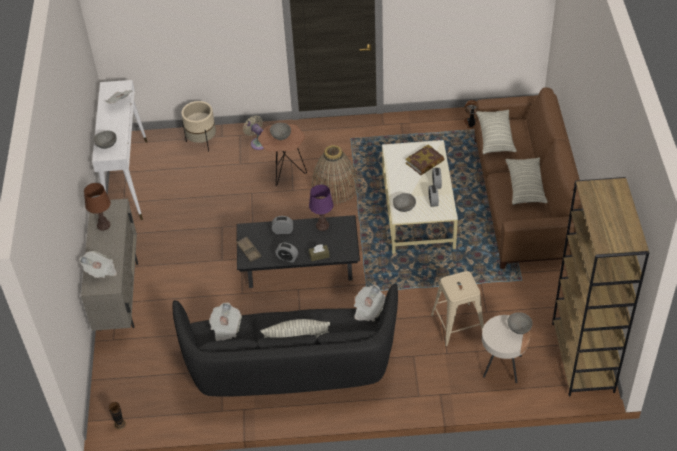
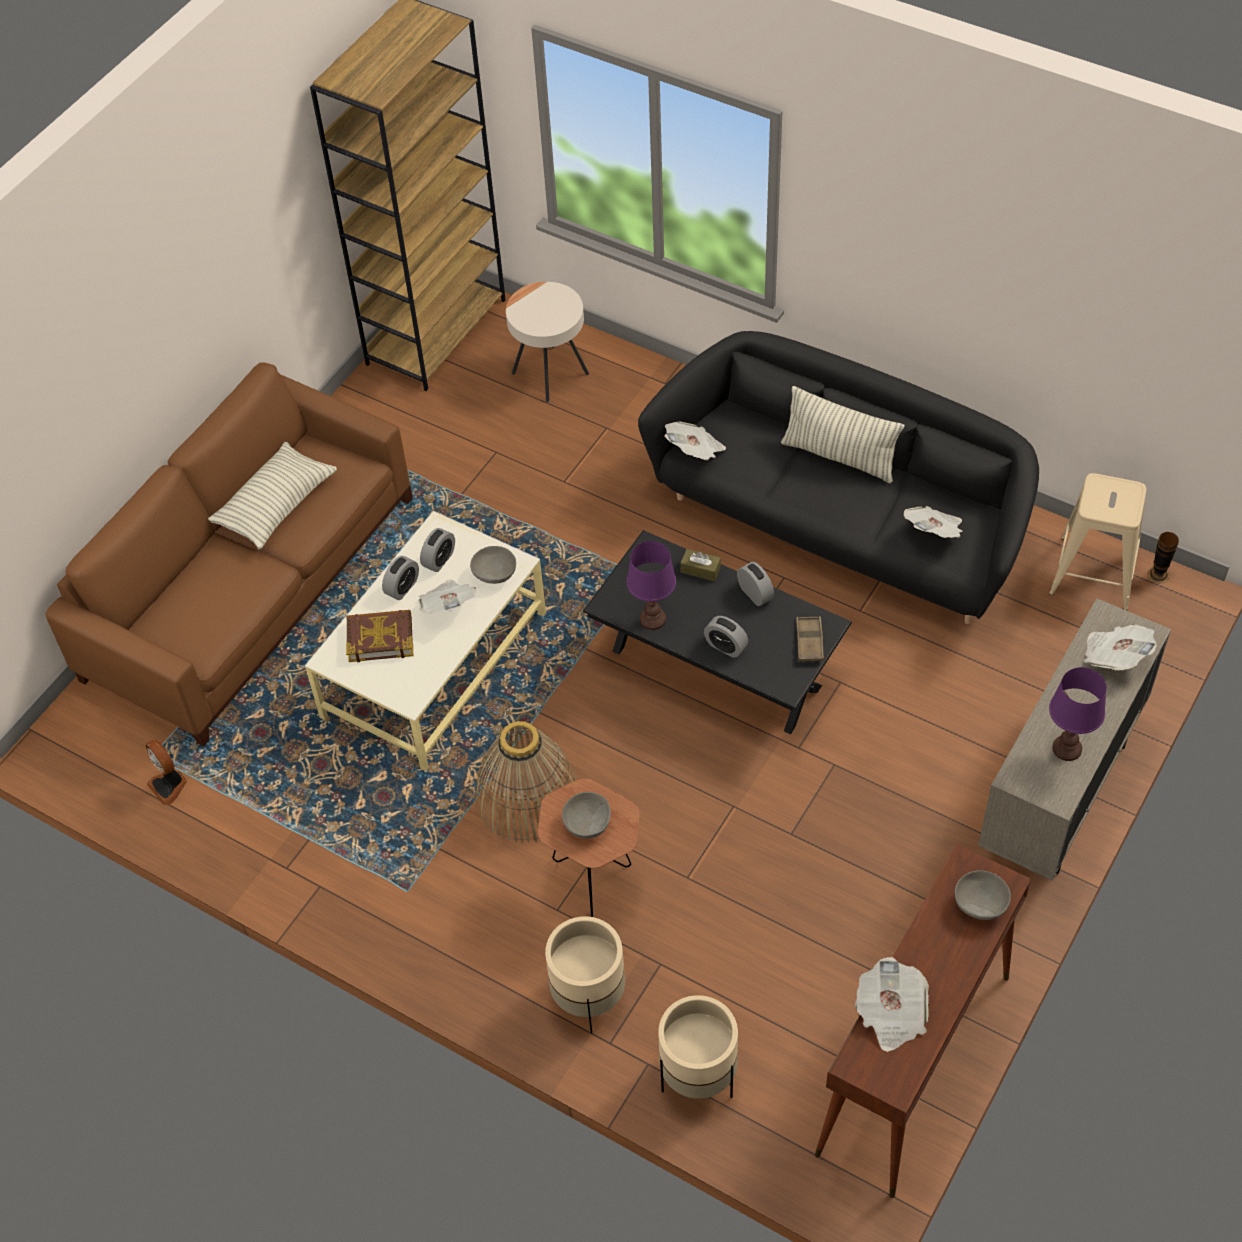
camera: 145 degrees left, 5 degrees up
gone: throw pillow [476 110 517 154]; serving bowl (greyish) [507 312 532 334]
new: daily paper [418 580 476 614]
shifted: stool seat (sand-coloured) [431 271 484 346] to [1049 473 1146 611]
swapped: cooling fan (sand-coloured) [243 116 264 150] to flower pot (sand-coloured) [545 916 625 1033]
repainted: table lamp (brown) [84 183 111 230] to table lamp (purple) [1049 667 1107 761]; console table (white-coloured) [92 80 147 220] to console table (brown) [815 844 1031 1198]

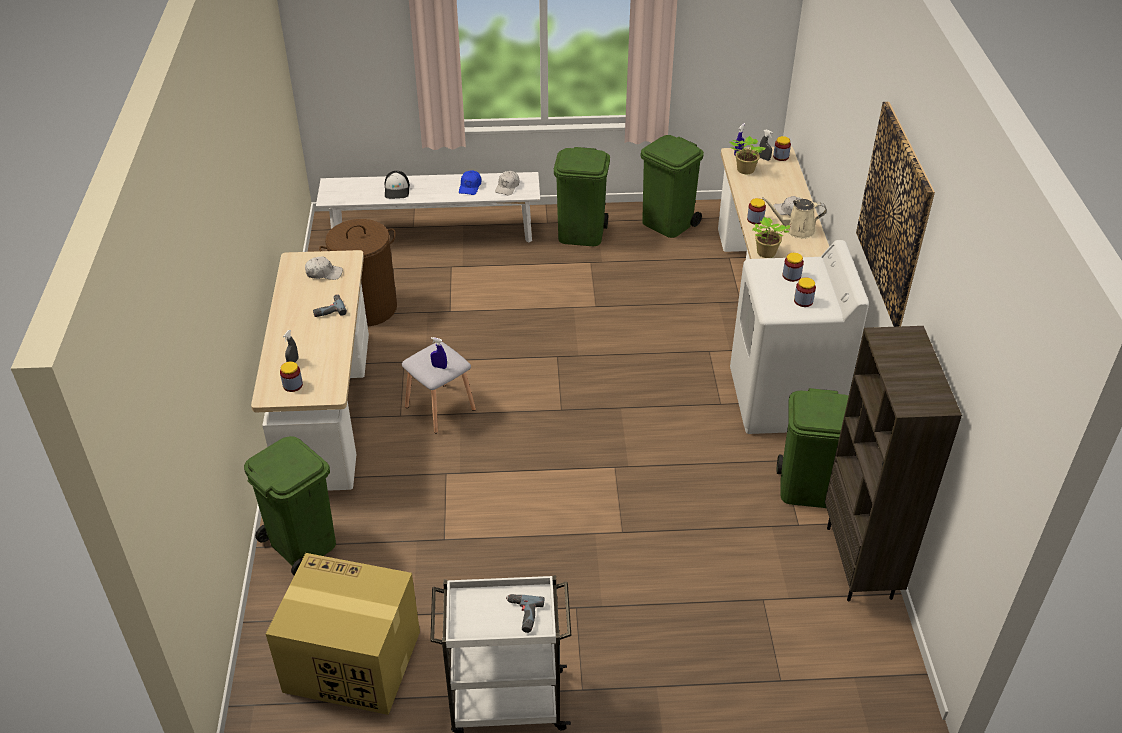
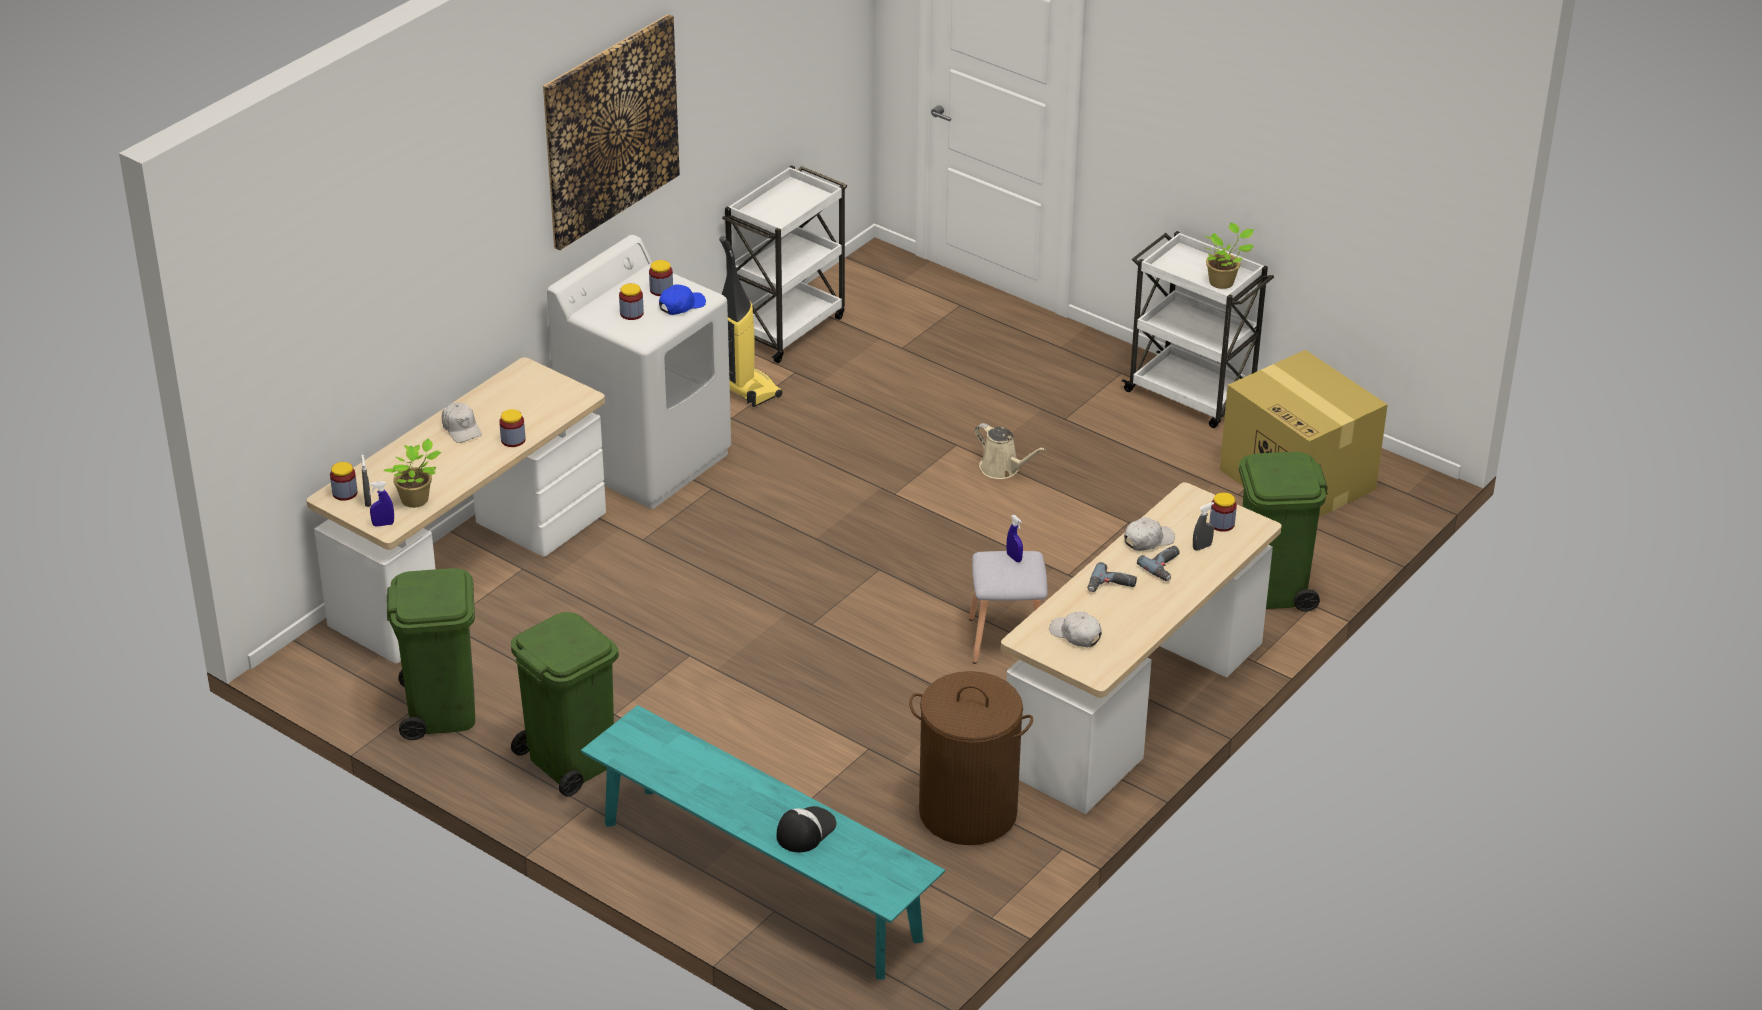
camera: 140 degrees left, 5 degrees down
shifted: baseball cap (bluish) [459 170 481 195] to [659 284 706 315]; baseball cap (white-coloured) [495 171 520 196] to [1124 517 1175 551]; drill [506 594 544 633] to [1137 546 1180 581]; plant in a pot [752 217 790 258] to [1205 223 1254 289]; watering pot (sand-coloured) [762 197 827 239] to [975 423 1046 479]
swapped: rubbish bin (green) [777 388 849 508] to hoover [719 236 782 407]; shelving unit (brown) [825 326 962 601] to wheeled cart (white-coloured) [722 165 847 363]
repainted: bench (white-coloured) [316 172 540 243] to bench (blue-green) [581 705 945 979]

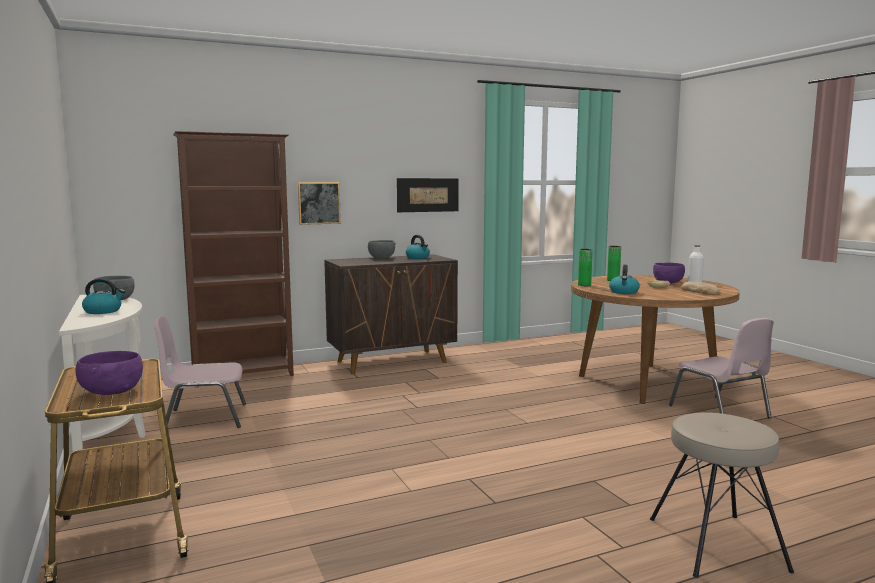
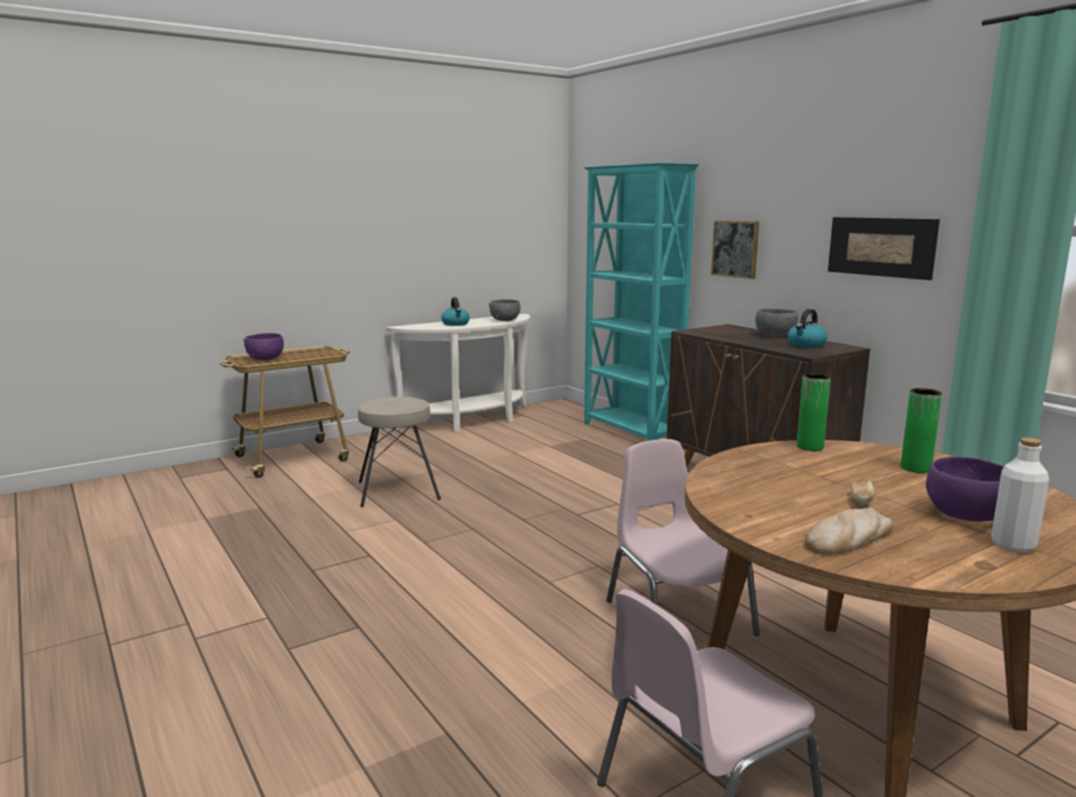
camera: 80 degrees right, 5 degrees up
gone: tea kettle [609 265 640 294]
shifted: plain chair (pink-coloured) [153 315 246 428] to [606 439 760 636]; stool seat (sand-coloured) [650 412 794 578] to [358 397 441 507]
repainted: shelving unit (brown) [173 131 294 388] to shelving unit (blue-green) [583 162 699 441]

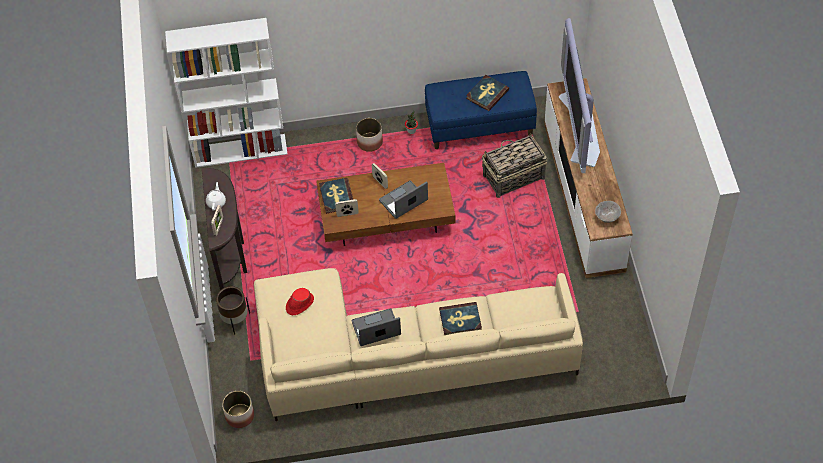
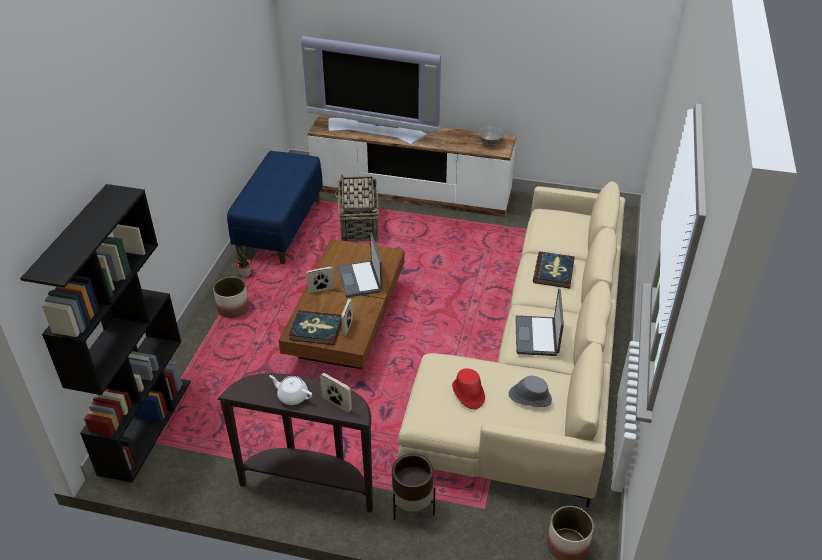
camera: 70 degrees left, 15 degrees down
gone: volume [466 75 509 111]
new: wearable hat (greyish) [509 376 552 407]
repainted: shelving unit (white-coloured) [165 18 287 168] to shelving unit (black-coloured) [20 184 191 483]

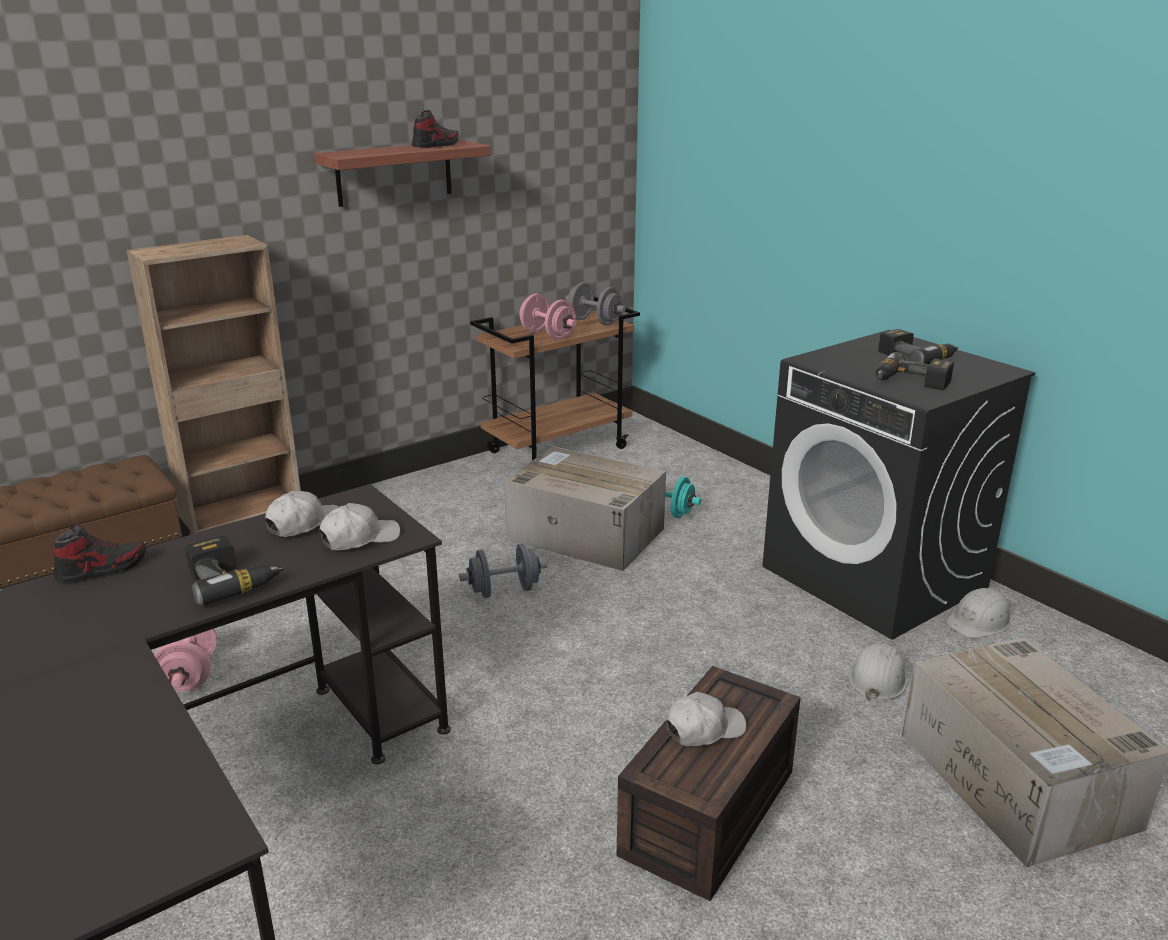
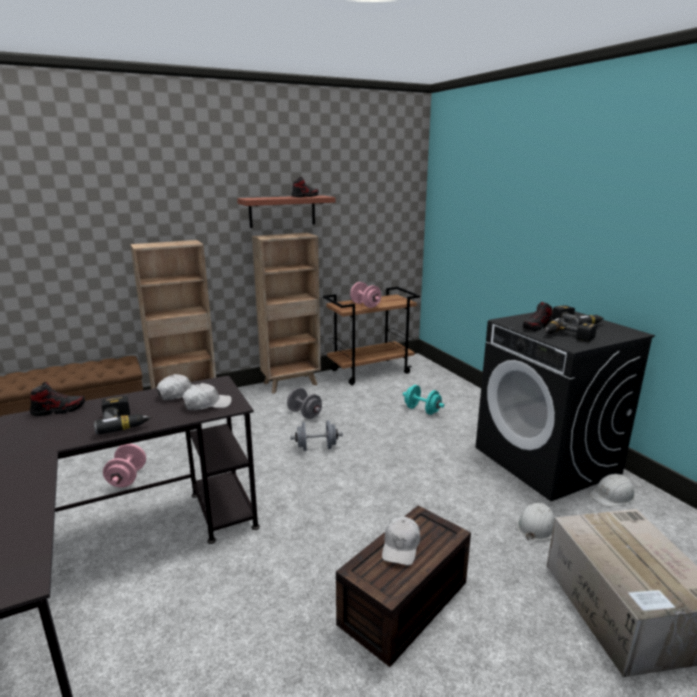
camera: 10 degrees right, 5 degrees down
gone: packing box [504 446 666 571]
new: shelving unit (brown) [252 233 321 394]; low shoe [523 302 552 331]
shifted: dumbbell (greyish) [565 282 626 326] to [287 388 322 419]
rotated: baseball cap (white-coloured) [666 692 746 746] = [382 517 420 566] 120 degrees clockwise

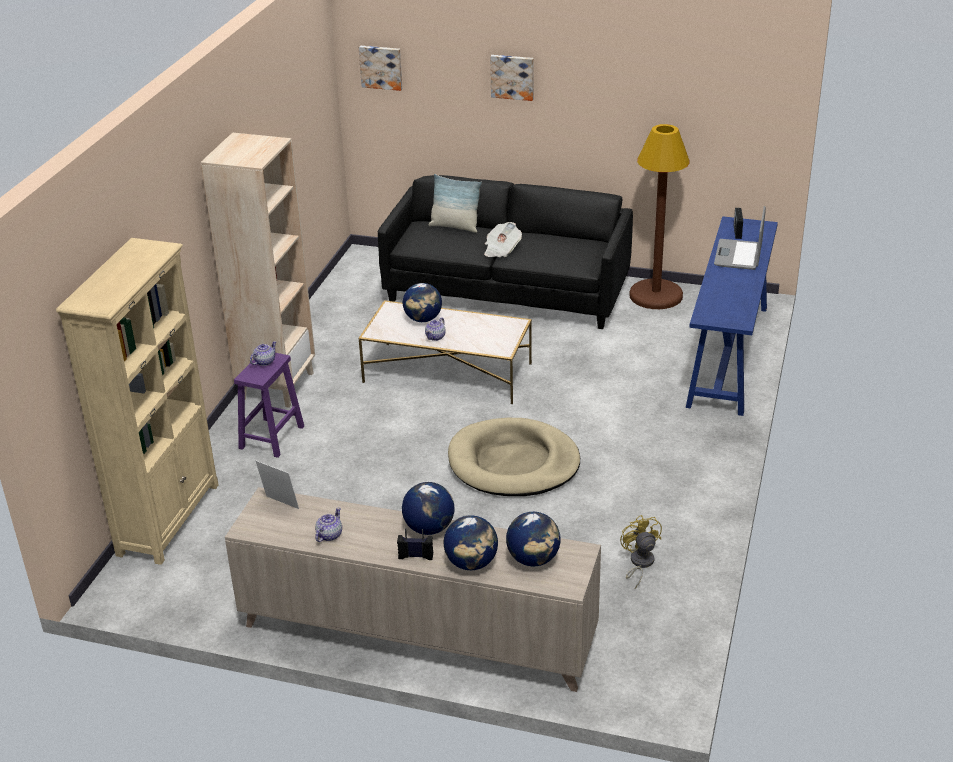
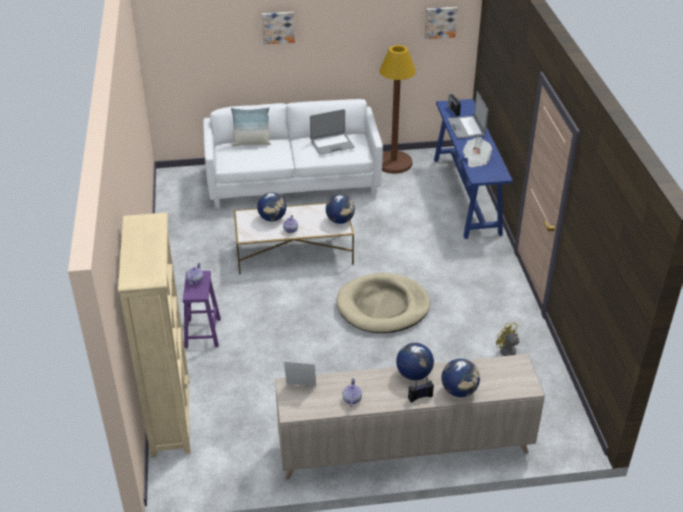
camera: 25 degrees left, 5 degrees up
gone: shelving unit (sand-coloured) [201 132 315 408]
new: portable computer [310 109 355 155]
shifted: wall art [359 46 402 91] to [425 7 458 39]; daily paper [484 222 522 257] to [463 137 492 167]; desk globe [506 512 561 566] to [326 195 355 224]
repainted: settee (black-coloured) [378 175 633 329] to settee (white-coloured) [203 99 383 208]

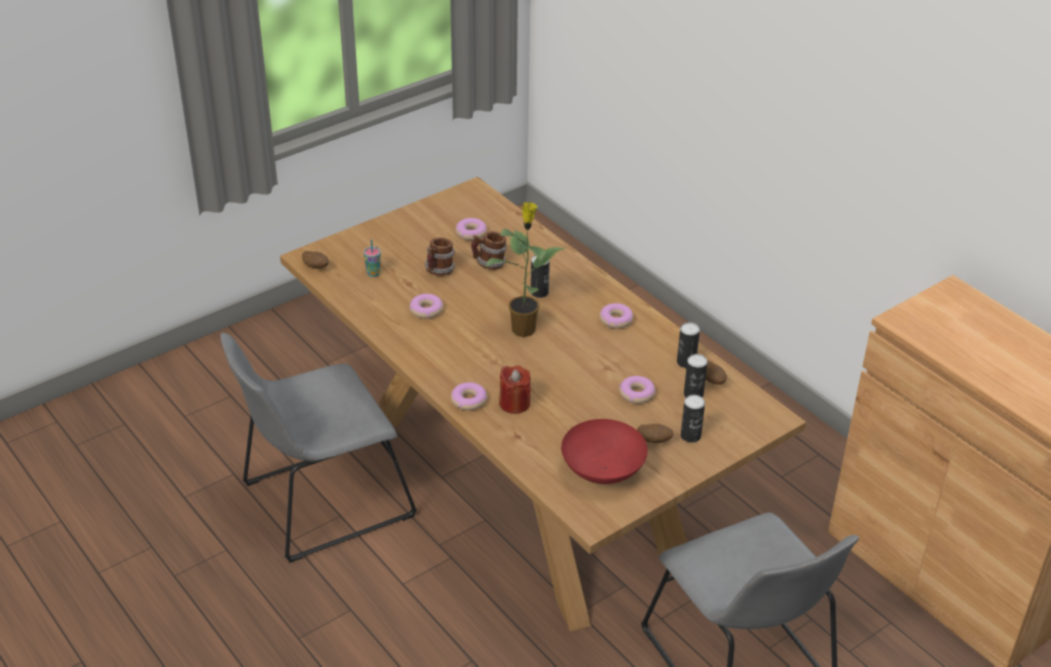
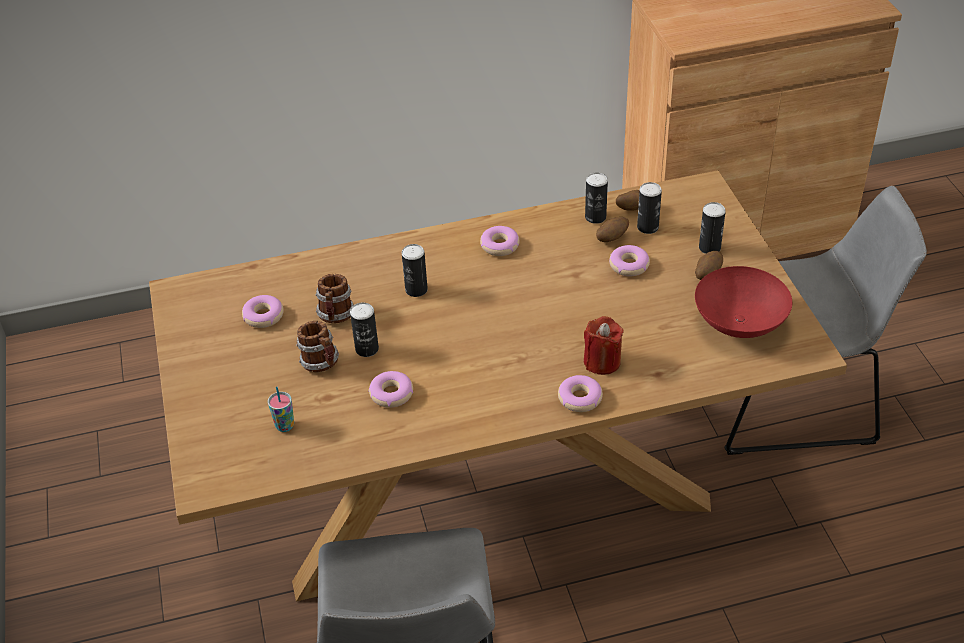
camera: 65 degrees left, 5 degrees up
gone: plant in a pot [485 202 565 337]
new: can [350 302 379 357]
shifted: whole potato [302 251 329 269] to [596 217 629 242]

